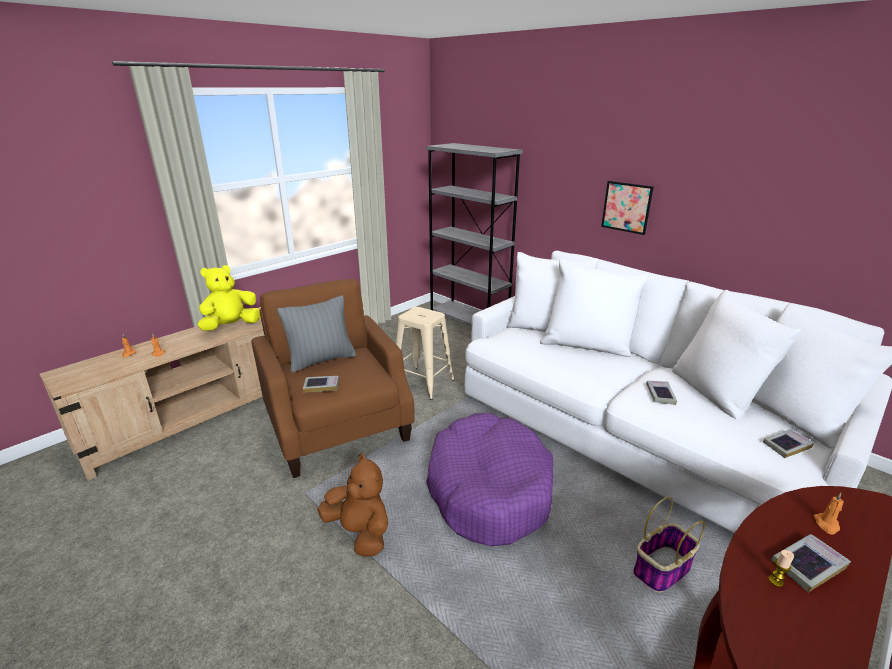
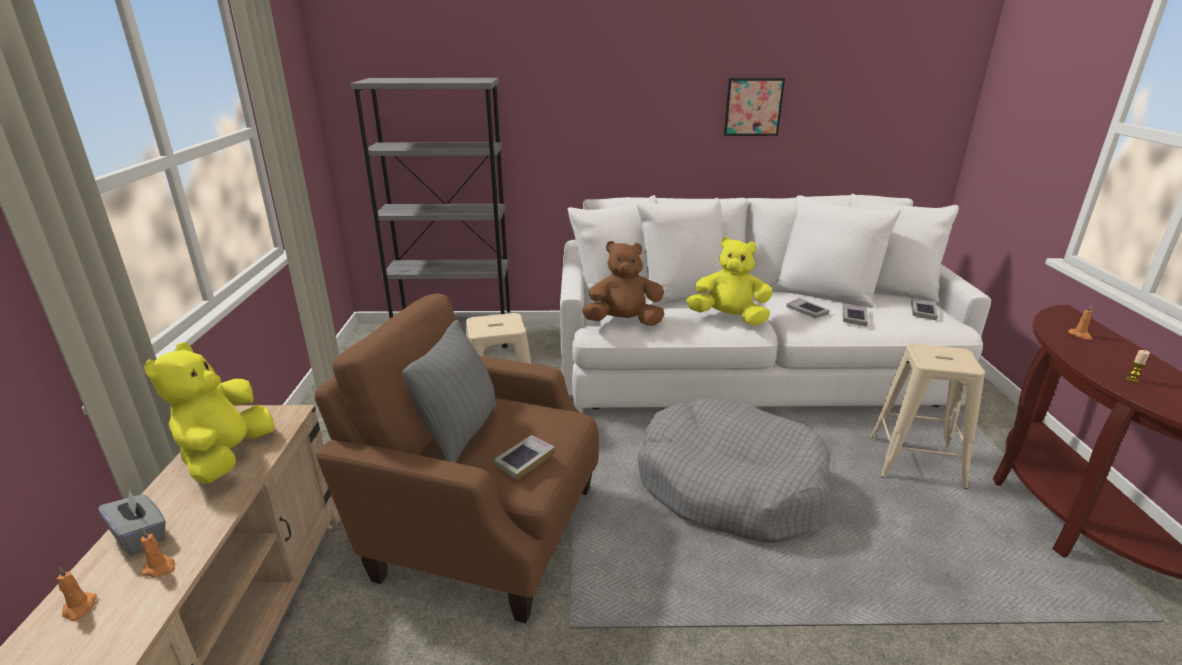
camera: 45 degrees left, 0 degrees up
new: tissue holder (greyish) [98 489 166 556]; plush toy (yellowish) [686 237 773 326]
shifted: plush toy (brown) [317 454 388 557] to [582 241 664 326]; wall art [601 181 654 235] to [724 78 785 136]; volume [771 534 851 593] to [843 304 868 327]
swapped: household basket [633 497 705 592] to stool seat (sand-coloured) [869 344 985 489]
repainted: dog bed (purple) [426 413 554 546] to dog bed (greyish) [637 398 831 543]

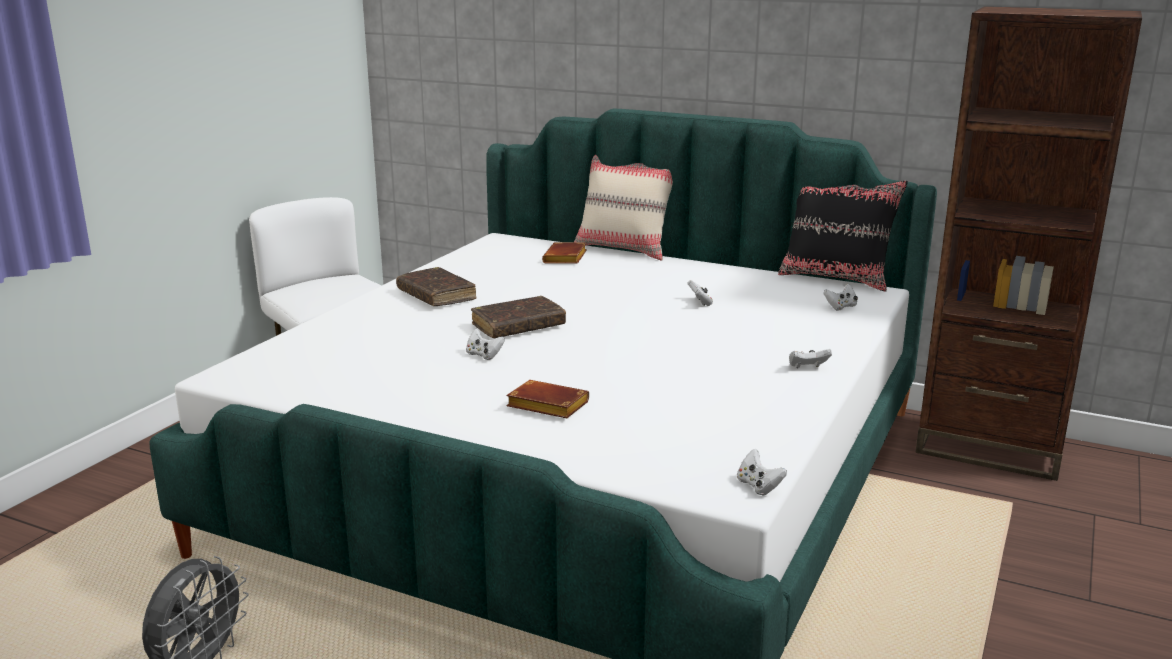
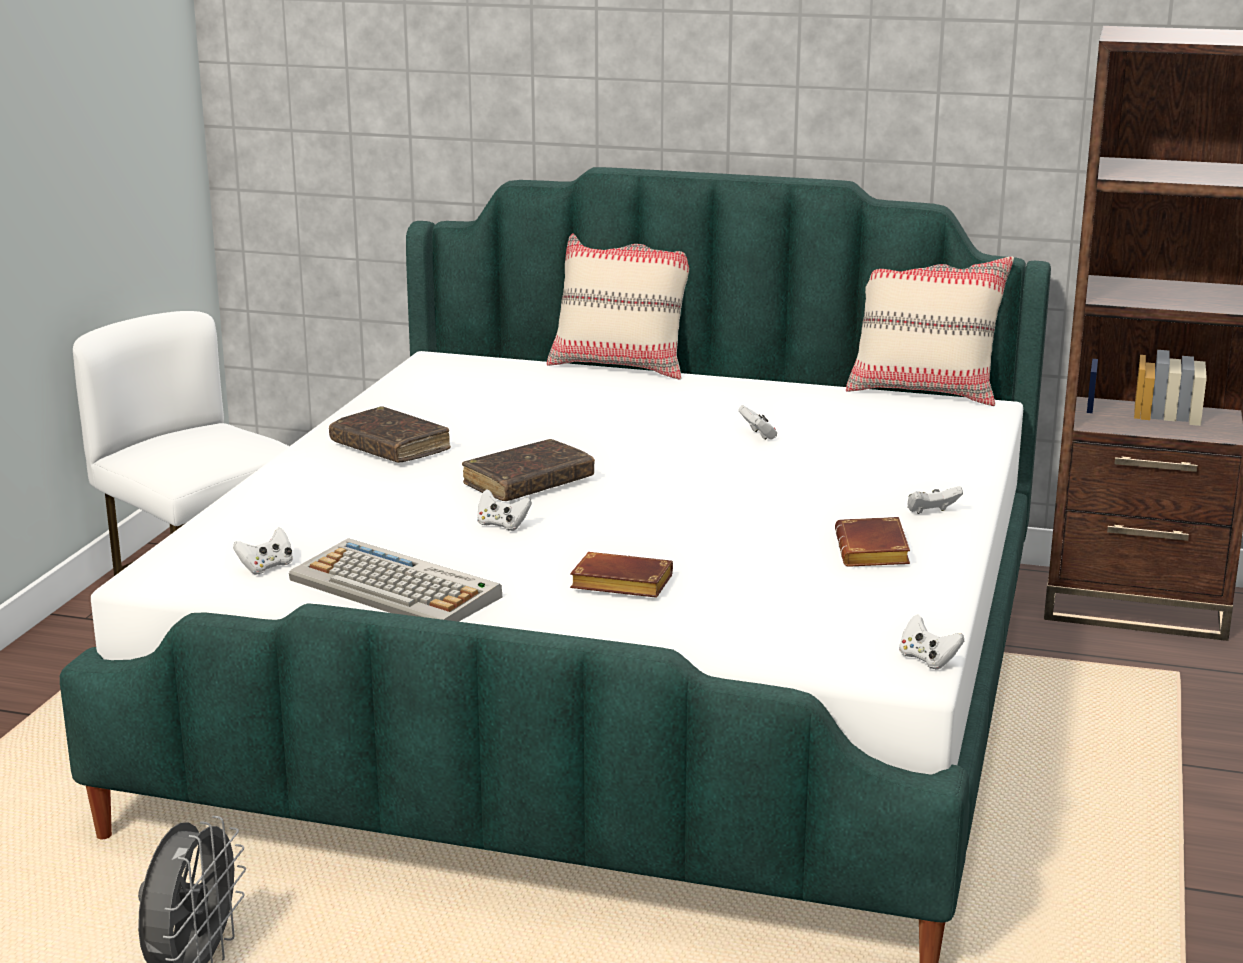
camera: 10 degrees left, 0 degrees up
new: keyboard [289 538 502 622]
shifted: volume (brown) [542 242 587 264] to [835 517 910 567]; game controller (white-coloured) [824 284 858 311] to [233 528 293 574]
repainted: throw pillow (black-coloured) [778 181 908 291] to throw pillow (sand-coloured) [846 257 1014 406]

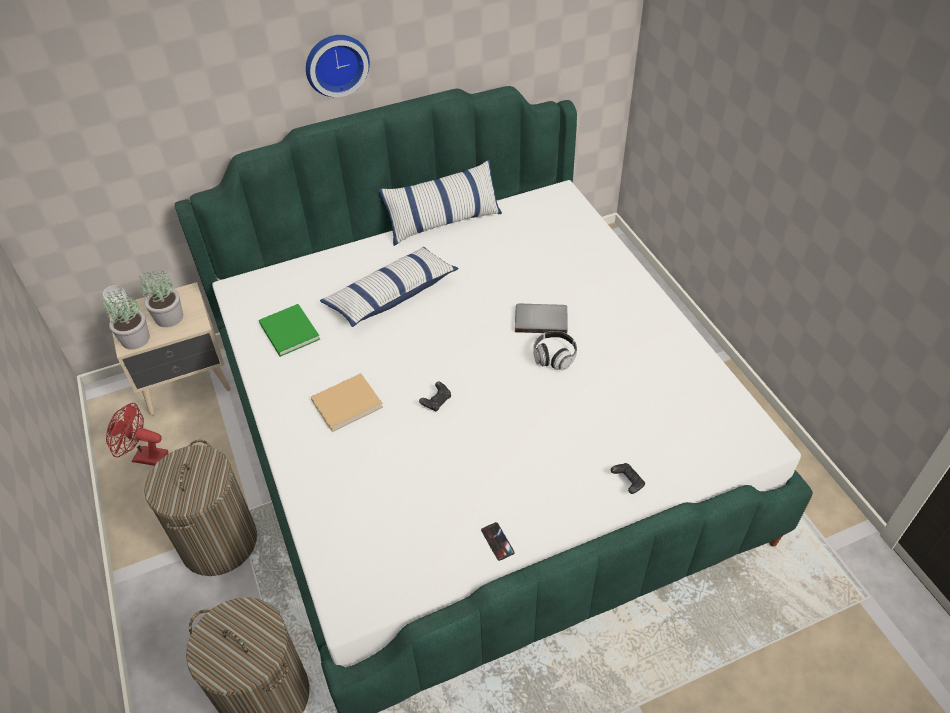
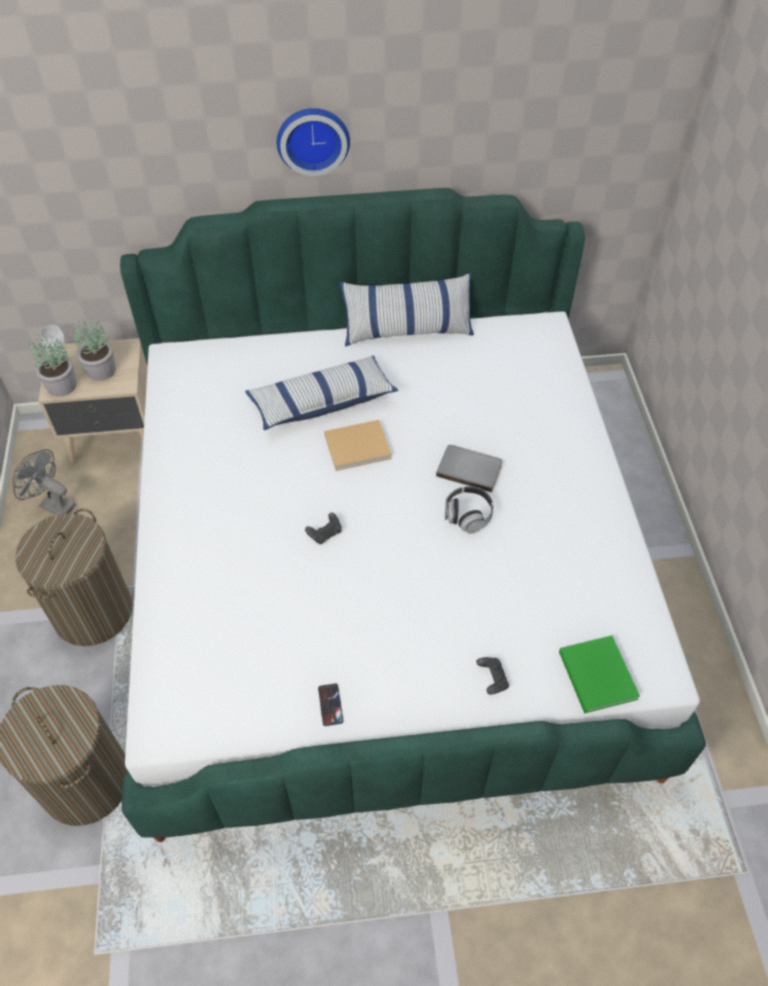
camera: 15 degrees right, 5 degrees up
shifted: volume (green) [259 304 320 357] to [559 636 640 714]; volume (sand-coloured) [311 373 383 432] to [324 420 392 471]
repainted: cooling fan (red) [106 403 169 466] to cooling fan (greyish) [12 449 76 515]

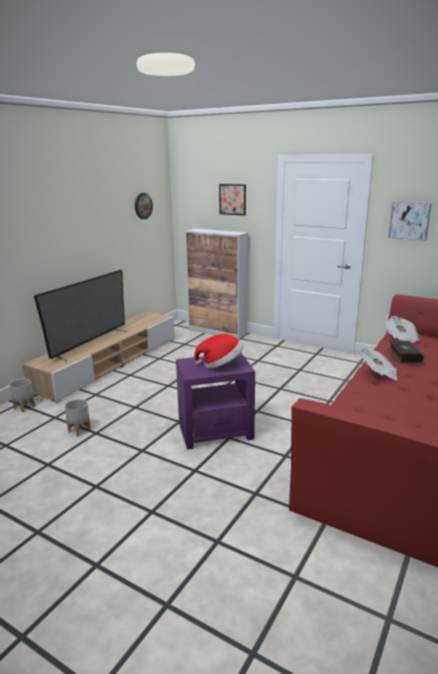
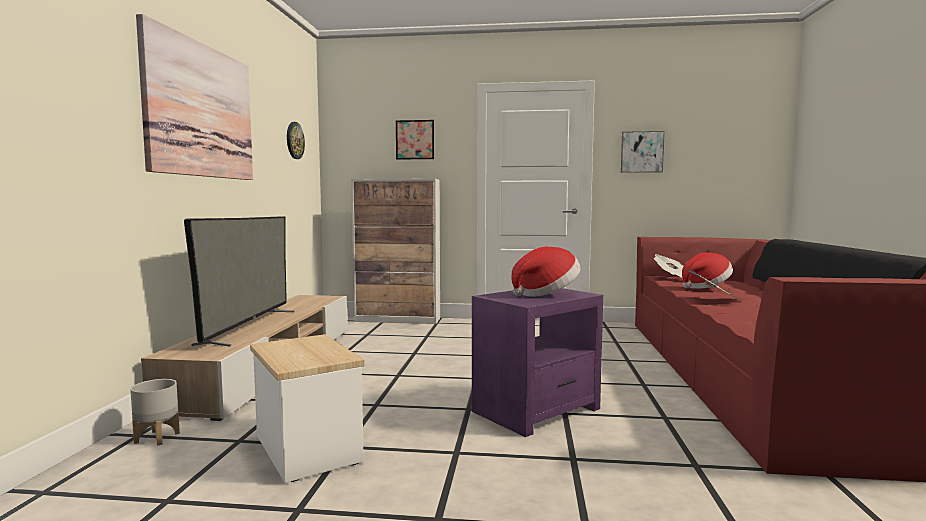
camera: 25 degrees left, 15 degrees down
new: wall art [136 14 253 180]
swapped: flower pot (greyish) [64 399 91 437] to accent table [250 334 365 483]; volume [387 340 424 364] to wearable hat [682 253 733 289]

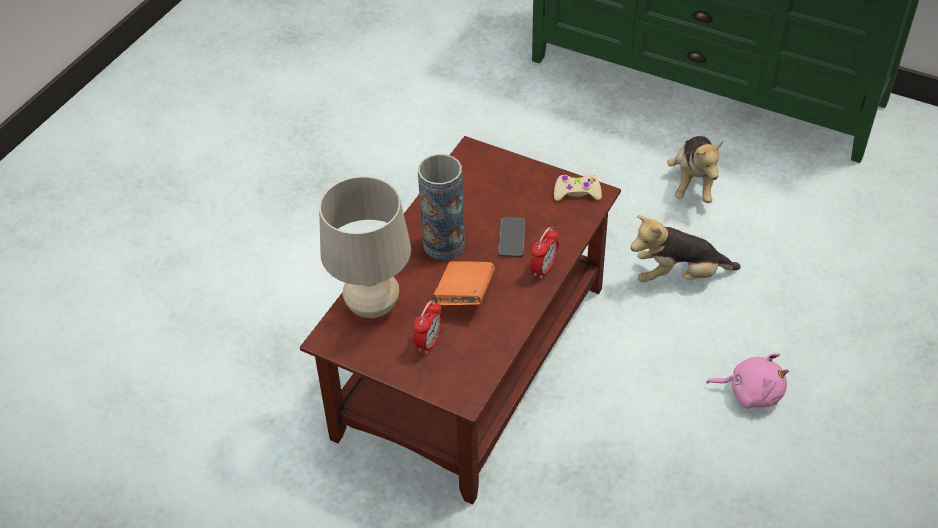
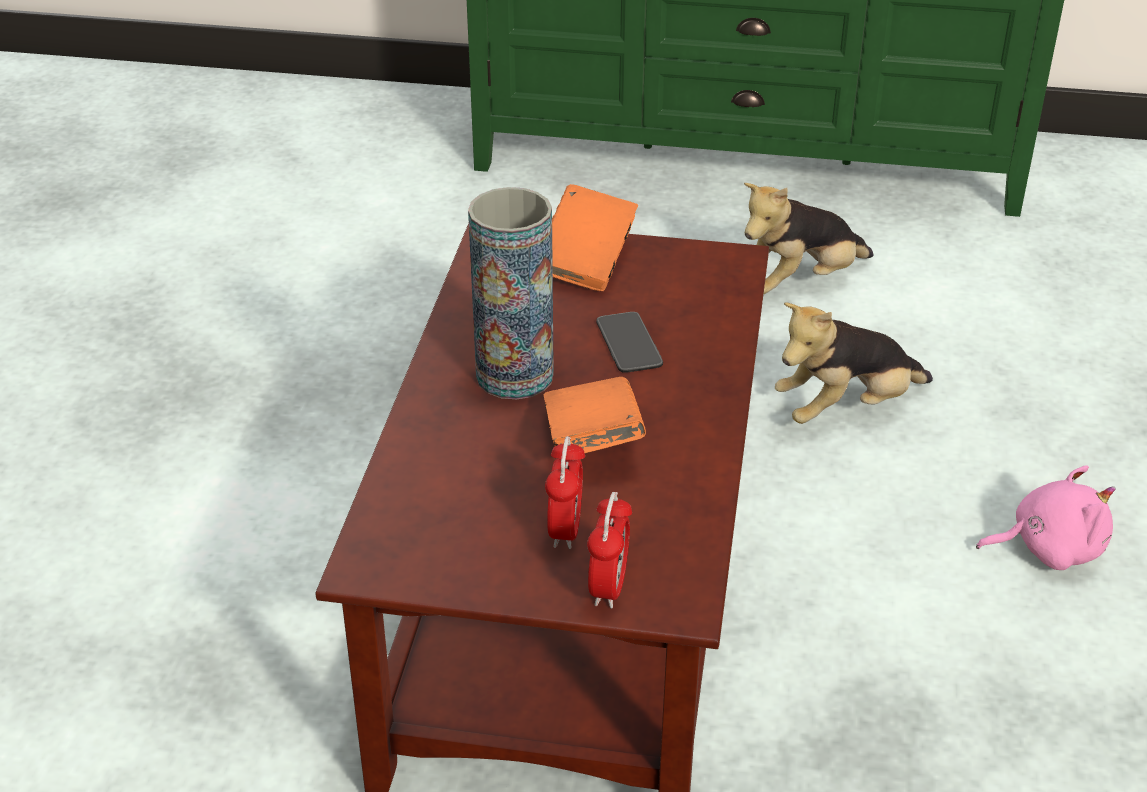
camera: 20 degrees left, 10 degrees down
gone: table lamp (sand-coloured) [319 176 411 318]; game controller (sand-coloured) [554 174 602 201]
new: volume (orangey) [552 184 638 291]
shifted: bedside clock [530 227 559 279] to [587 492 632 609]
rotated: plush toy [667 136 723 203] = [744 183 874 294] 75 degrees clockwise

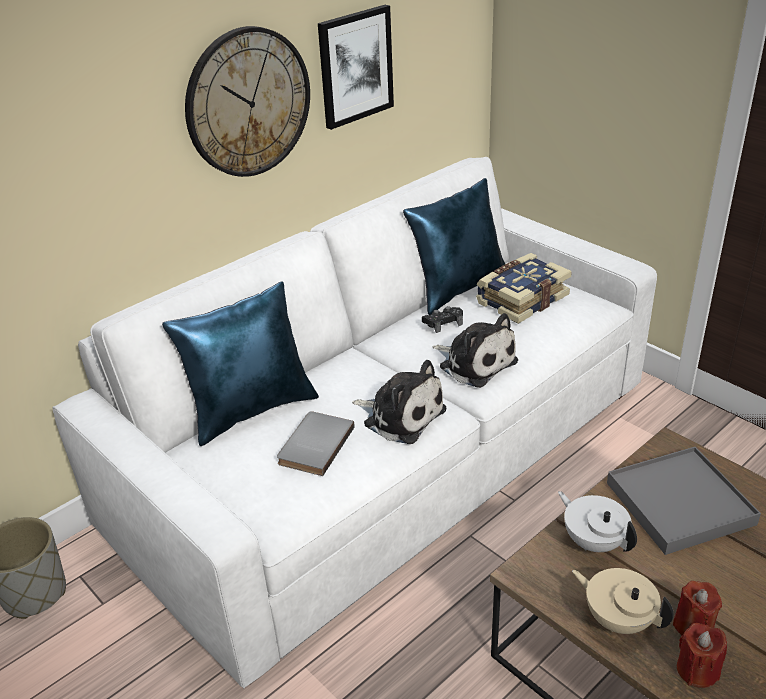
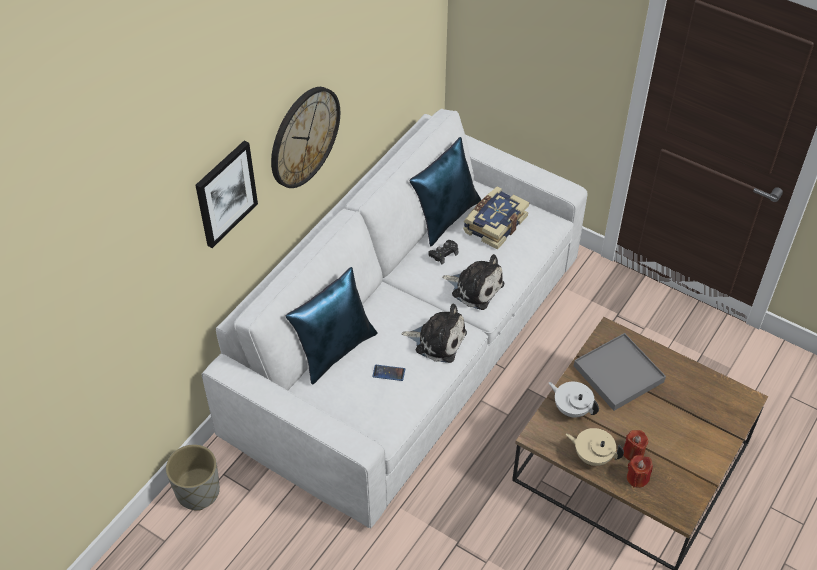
camera: 15 degrees left, 15 degrees up
shifted: wall art [318 5 394 130] to [195 140 258 248]
swapped: volume (greyish) [277 411 355 476] to phone [372 365 405 381]

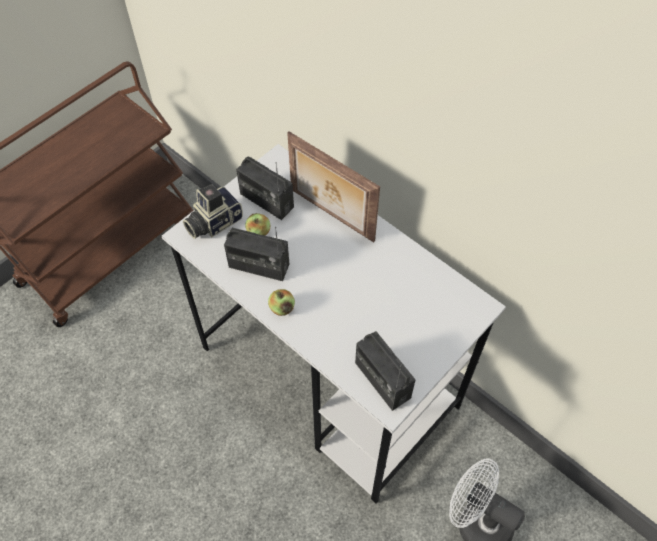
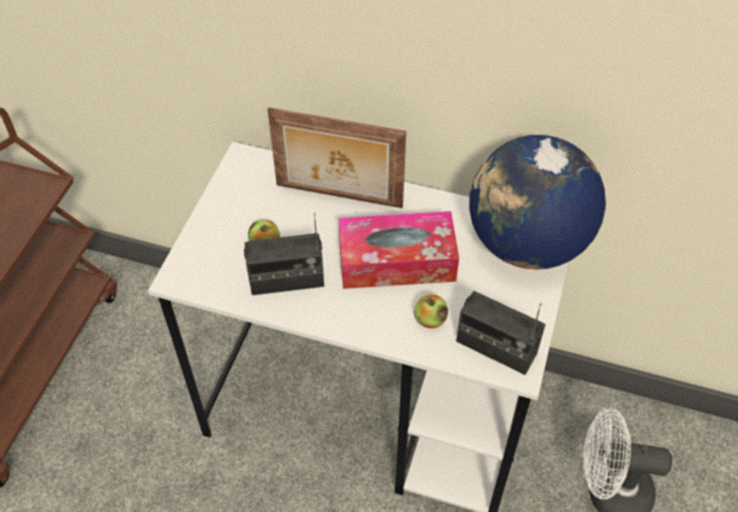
camera: 25 degrees left, 5 degrees down
gone: photo camera [183 184 243 239]; radio [236 157 294 220]
new: tissue holder [339 211 459 289]; desk globe [469 135 606 269]
shifted: apple fruit [268 289 295 316] to [414 295 448 328]

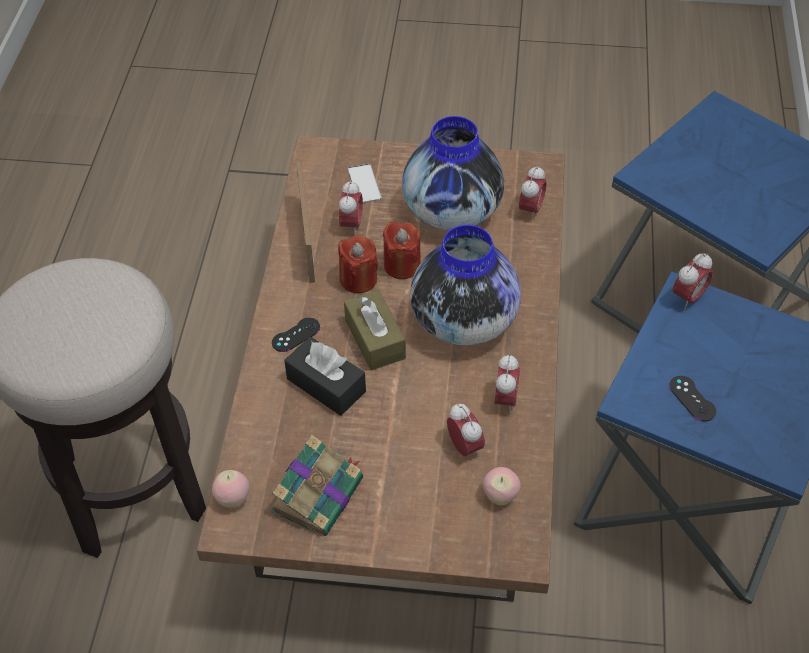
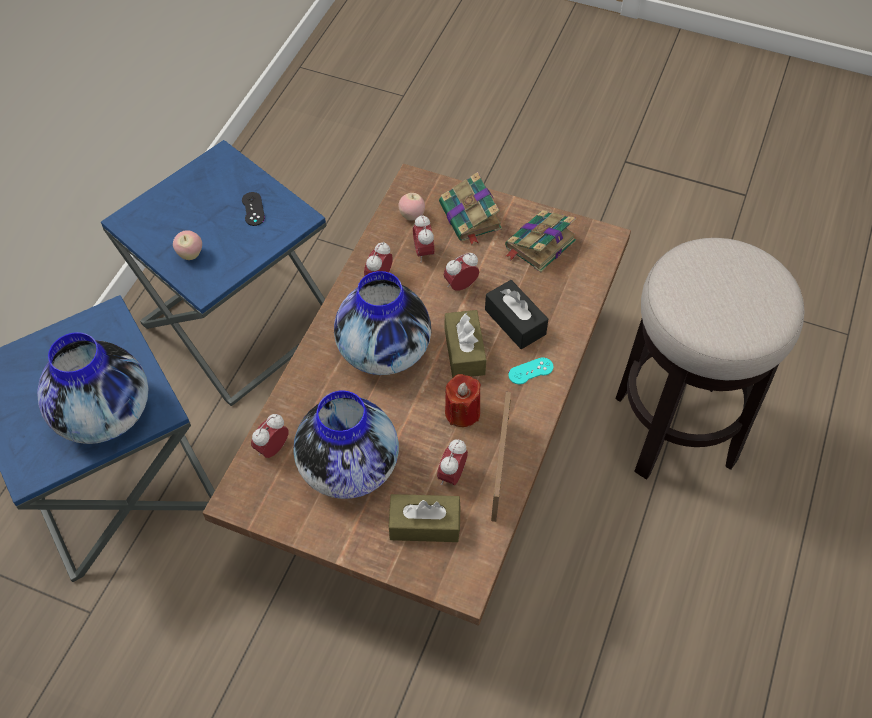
camera: 165 degrees left, 5 degrees up
gone: wax light (red) [382 222 421 279]
new: flower vase [37 332 148 444]; volume [439 172 502 245]
shifted: apple fruit [212 470 249 508] to [173 230 202 260]; bedside clock [673 253 713 310] to [444 253 479 291]
swapped: phone [348 164 382 203] to tissue holder (brown) [388 494 460 542]
repainted: game controller (black-coloured) [272 318 320 352] to game controller (blue-green) [509 357 553 384]

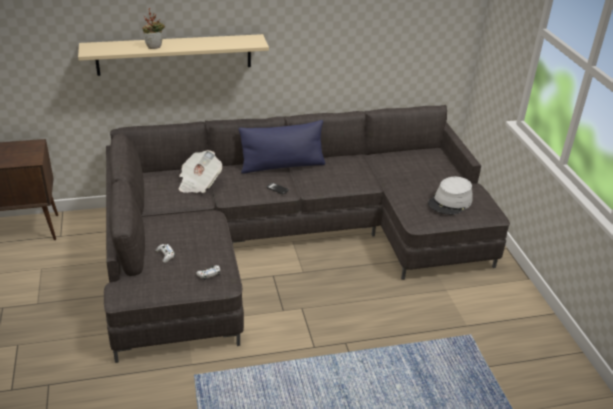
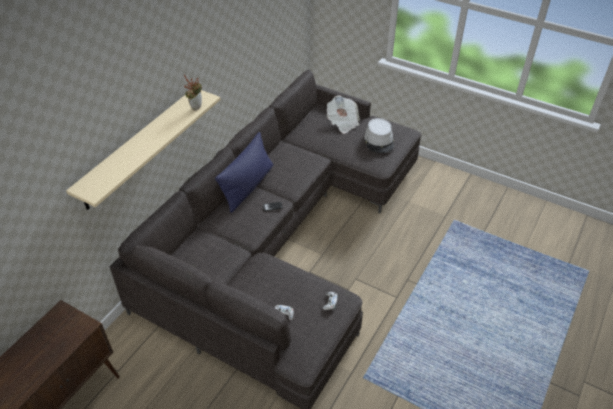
camera: 45 degrees left, 10 degrees up
shifted: plant in a pot [142 8 165 49] to [184 75 202 111]; daily paper [179 150 222 193] to [327 96 360 134]

